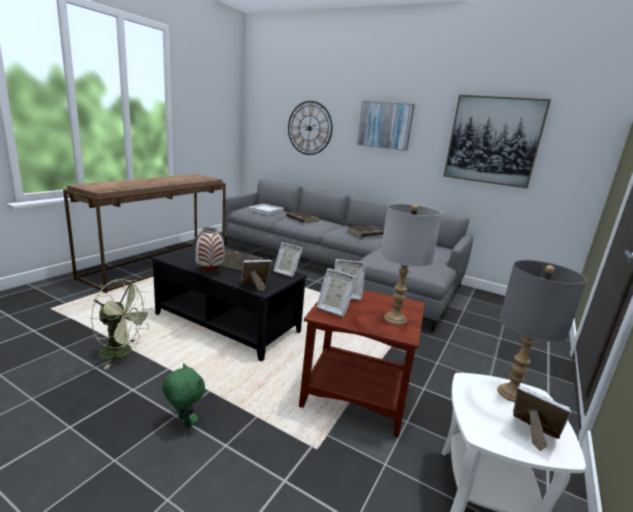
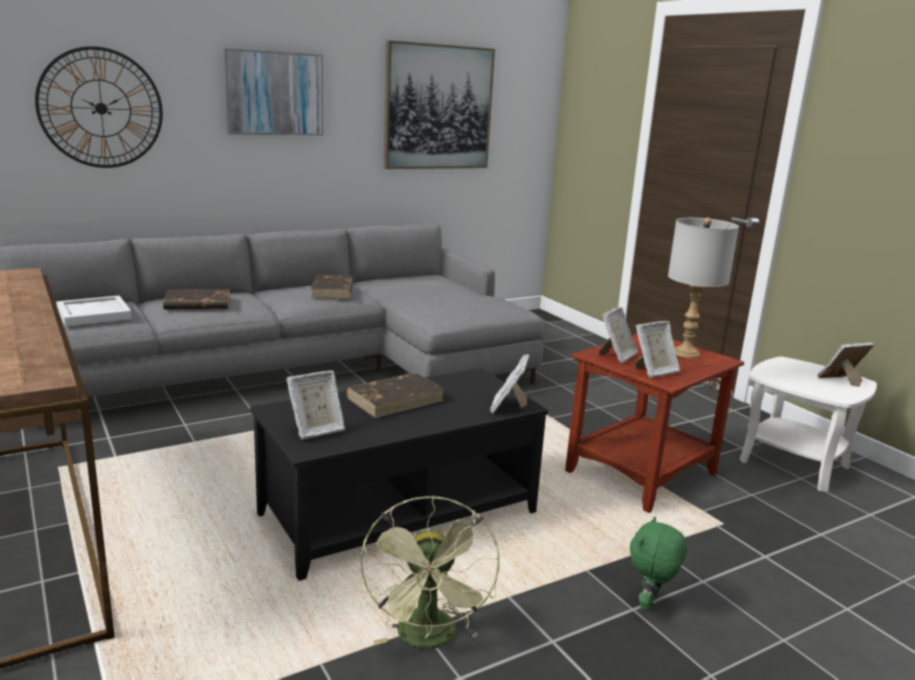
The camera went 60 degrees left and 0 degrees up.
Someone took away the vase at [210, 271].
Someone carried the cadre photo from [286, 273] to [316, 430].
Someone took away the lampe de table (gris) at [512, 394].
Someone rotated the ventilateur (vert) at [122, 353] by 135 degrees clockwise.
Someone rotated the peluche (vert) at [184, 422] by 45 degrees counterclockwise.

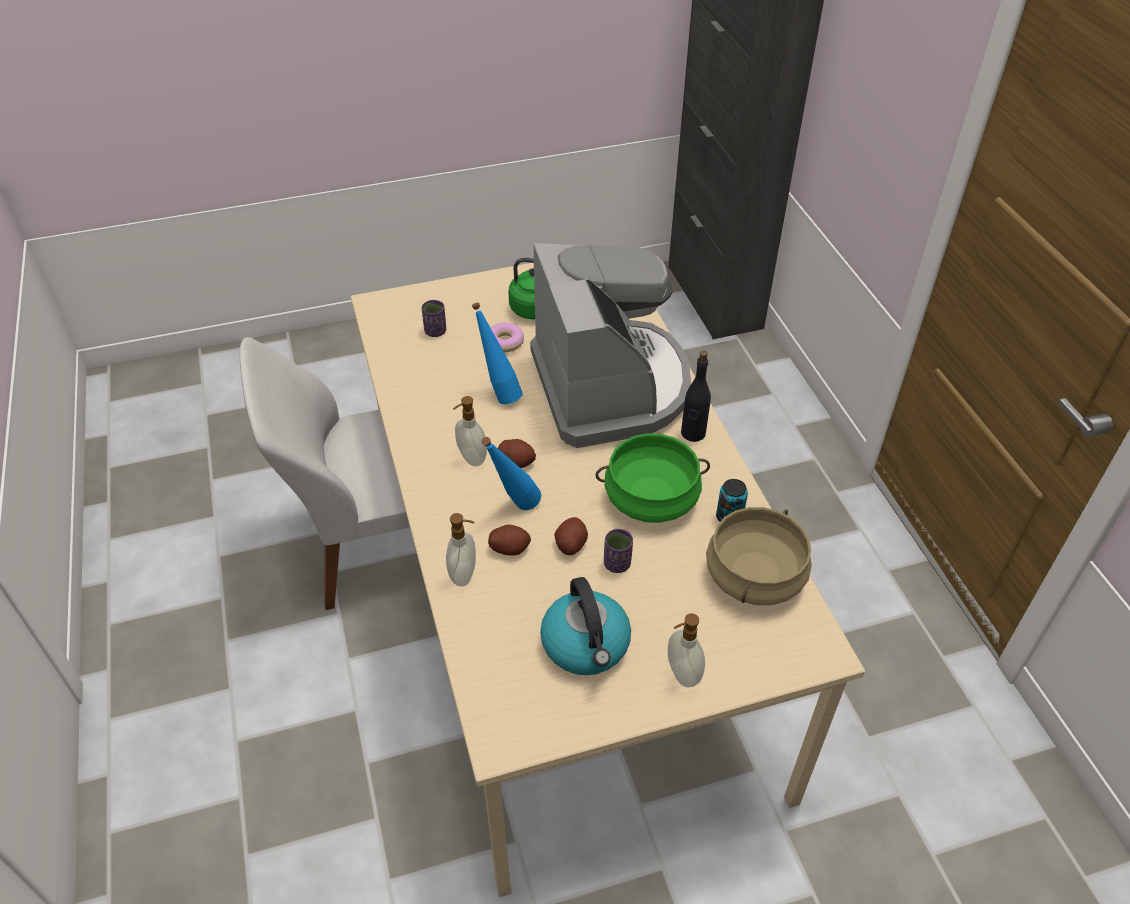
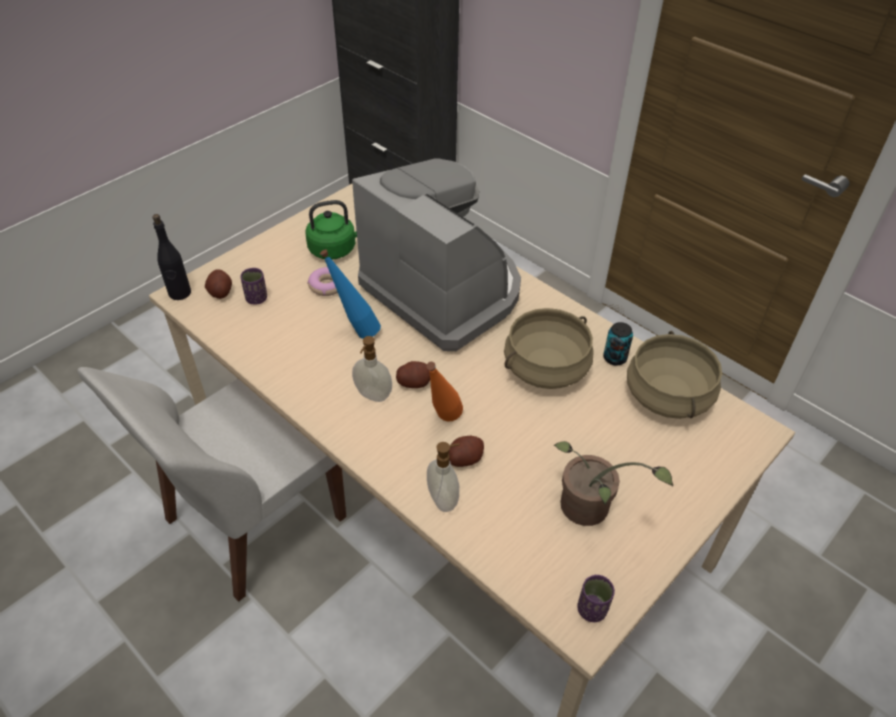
The camera went 30 degrees left and 0 degrees up.
Someone carried the bouteille (noir) from [693, 433] to [180, 293].
Someone repainted the marmite (vert) at [651, 498], which became the marmite (beige) at [546, 367].
Someone repainted the bouteille (bleu) at [514, 508], which became the bouteille (orange) at [442, 423].
Someone carried the pomme de terre from [570, 544] to [220, 292].
Someone carried the tasse (violet) from [617, 564] to [592, 609].
Someone swapped the bouilloire at [586, 645] for the plante en pot at [589, 511].
Someone took away the distributeur de savon at [681, 674].

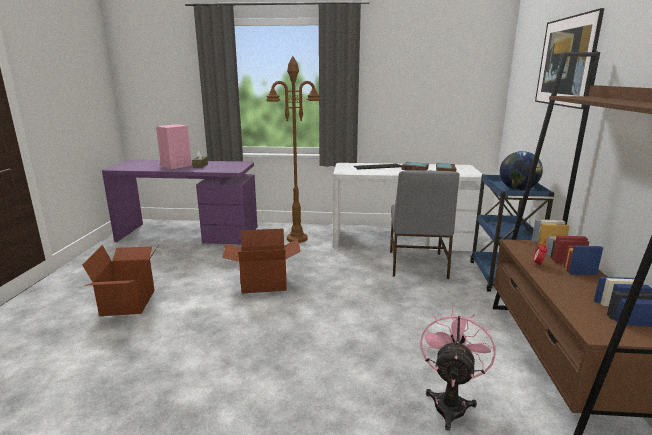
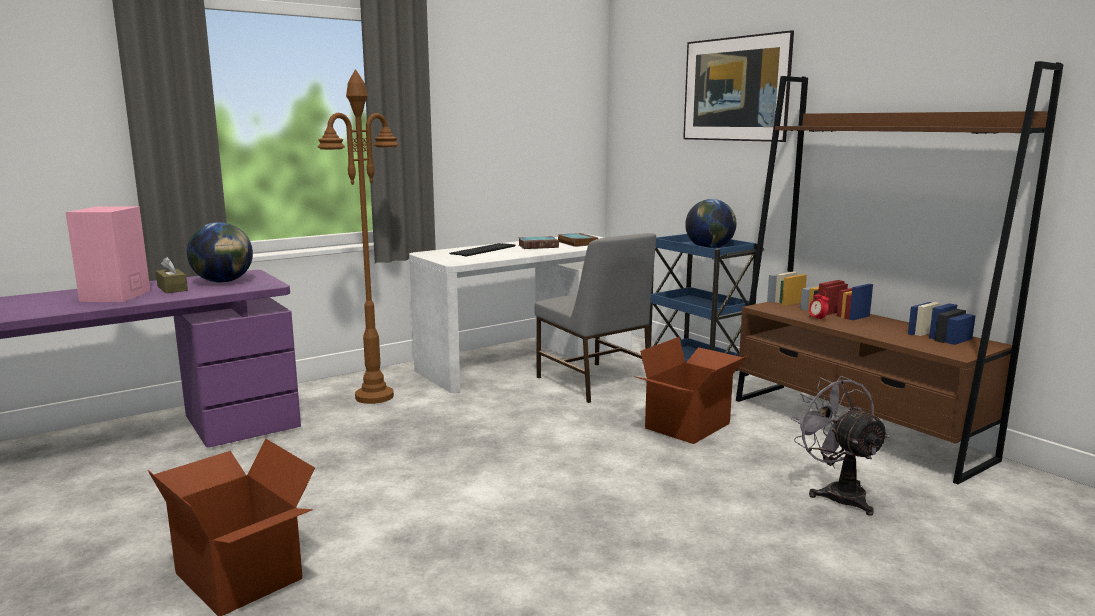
The camera went 40 degrees left and 5 degrees down.
Someone carried the carton from [264, 284] to [689, 426].
Someone repainted the ventilateur (rose) at [450, 402], which became the ventilateur (gris) at [837, 493].
Someone put down the globe at [223, 282].

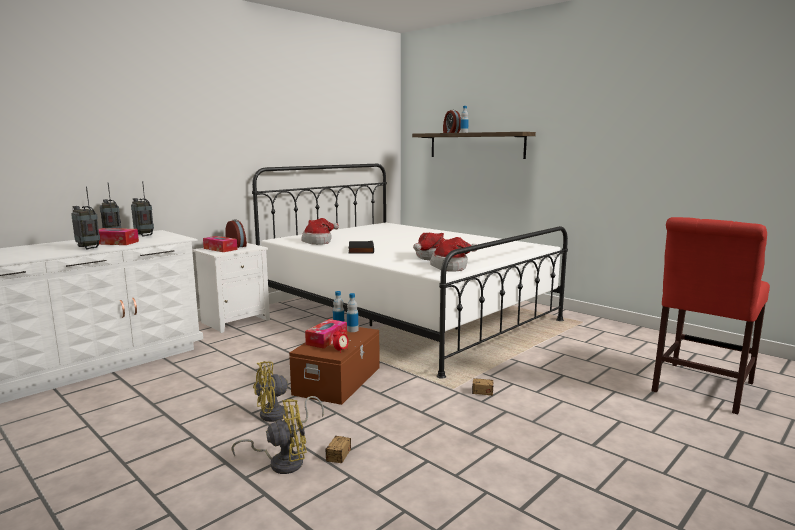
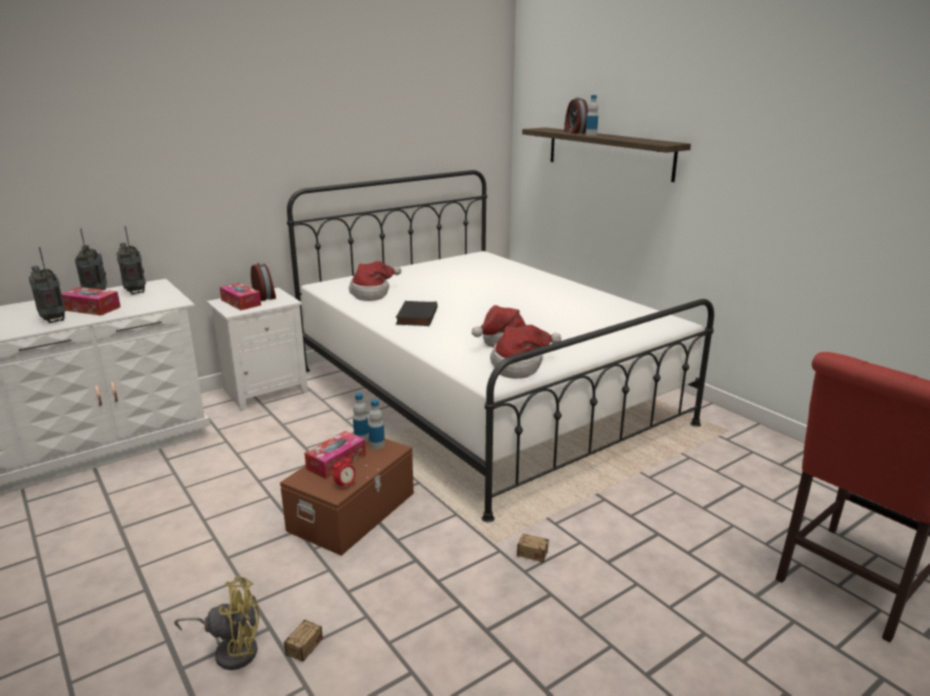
The camera went 10 degrees right and 10 degrees up.
Someone took away the ventilateur (jaune) at [279, 417].

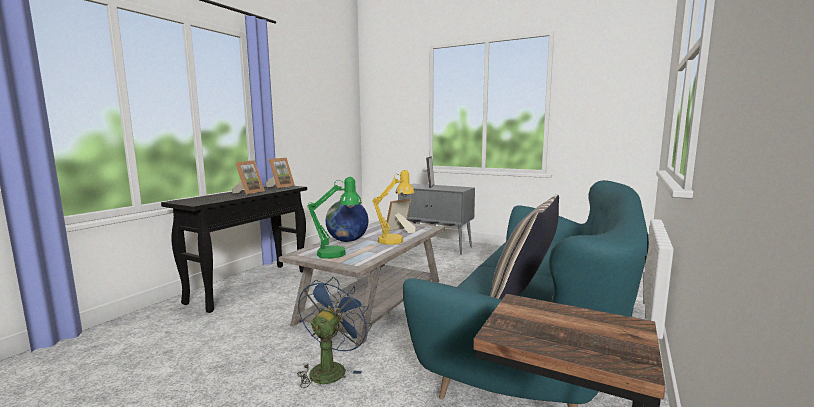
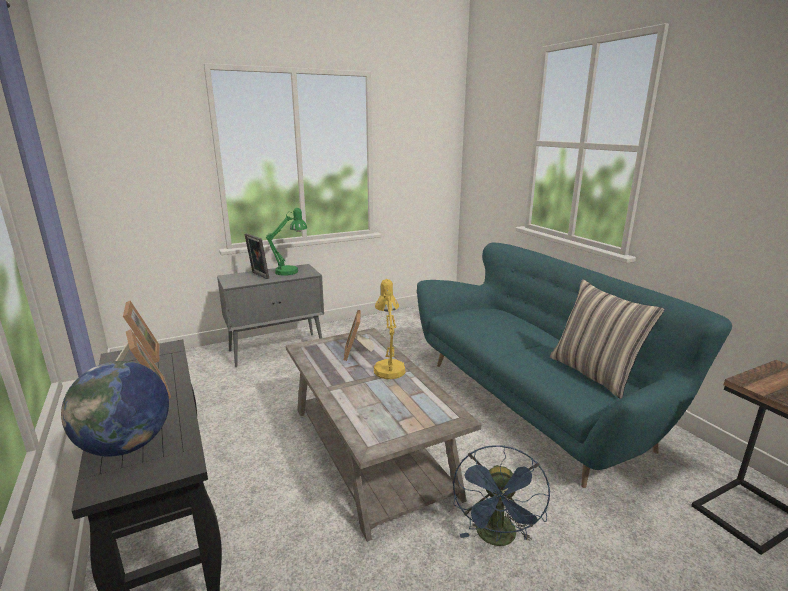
The camera went 55 degrees left and 10 degrees up.
Someone carried the lampe de table (vert) from [337, 254] to [291, 271].
Someone carried the globe from [347, 241] to [127, 446].
Someone rotated the ventilateur (bleu) at [330, 368] by 135 degrees counterclockwise.

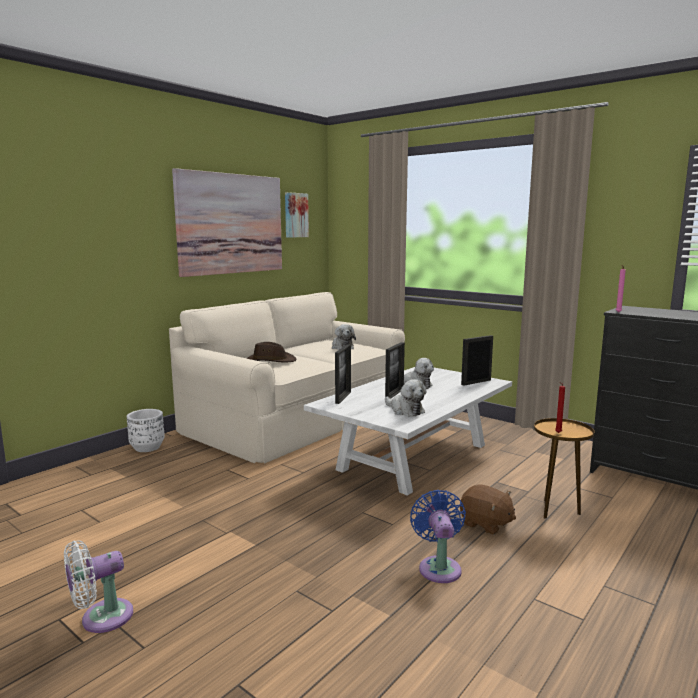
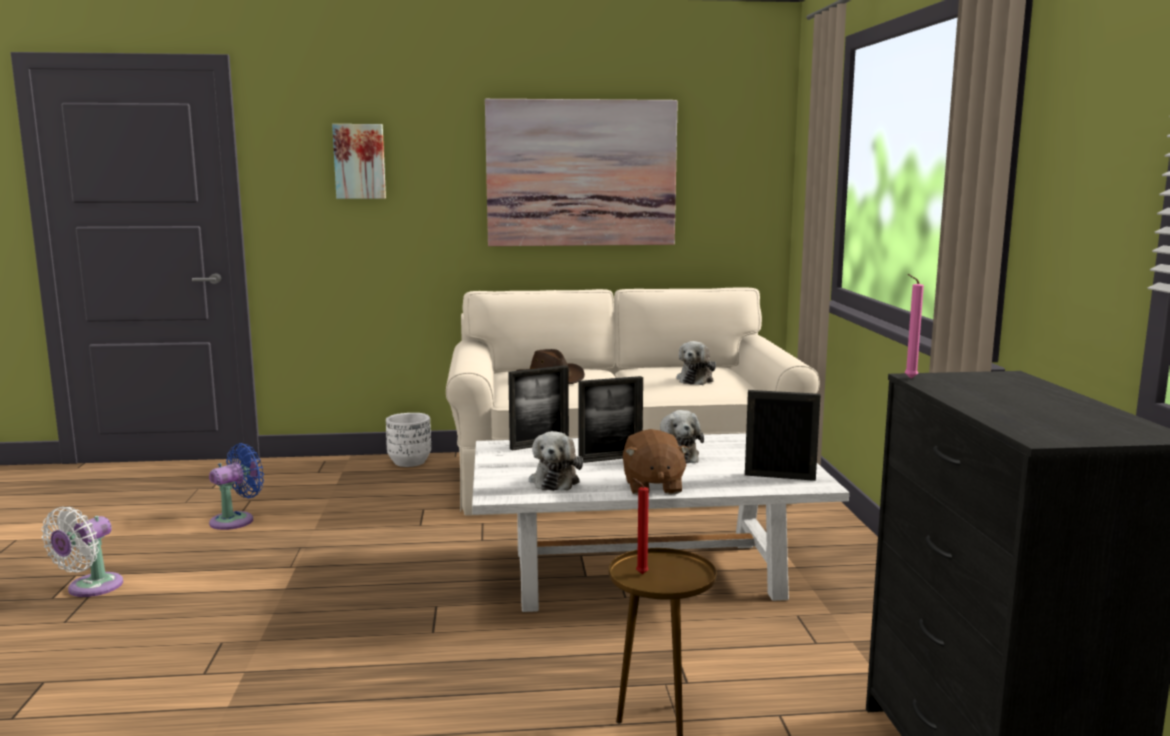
The camera went 45 degrees right and 0 degrees up.
Someone carried the tableau from [295, 215] to [359, 161].
Someone carried the peluche (marron) from [486, 524] to [652, 487].
Someone carried the ventilateur (bleu) from [439, 567] to [236, 520].
Someone rotated the ventilateur (blanc) at [101, 618] by 75 degrees counterclockwise.

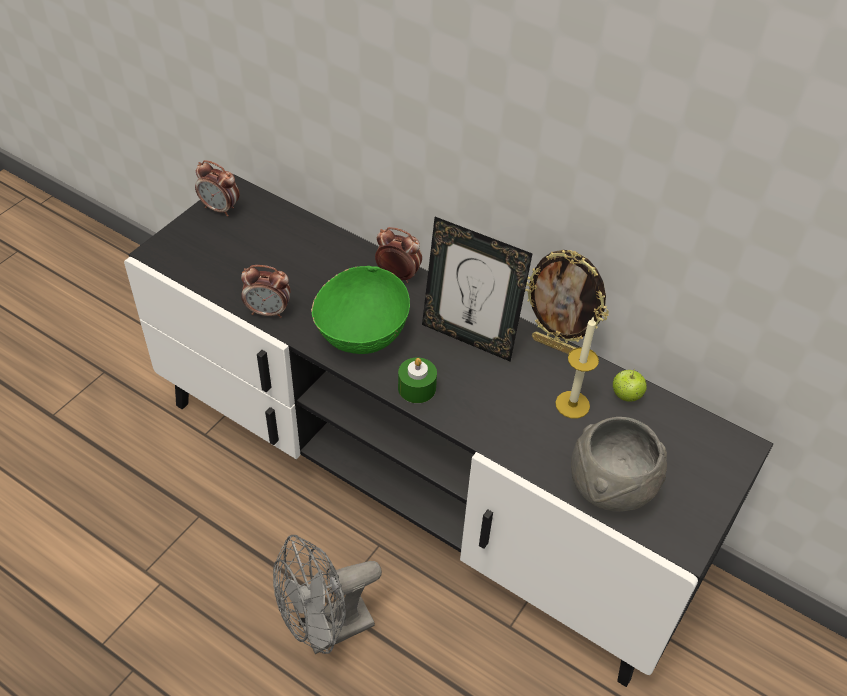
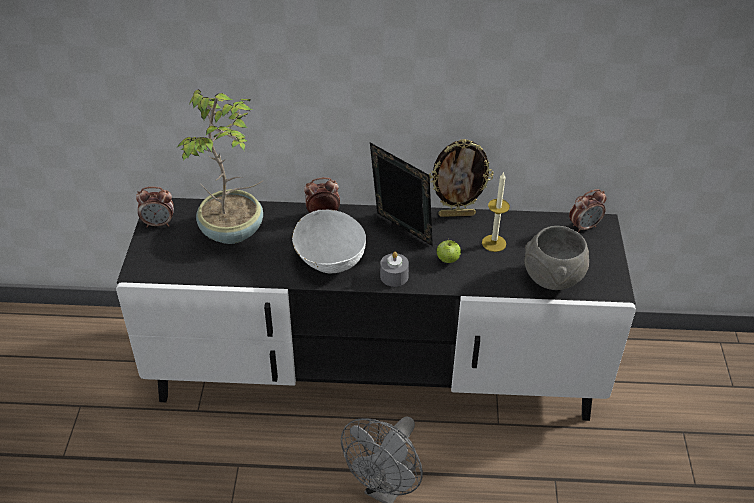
The camera went 30 degrees left and 5 degrees down.
Someone rotated the cadre photo at [469, 337] by 135 degrees counterclockwise.
Someone carried the réveil from [268, 311] to [584, 227].
Someone repainted the bol (vert) at [361, 331], which became the bol (blanc) at [329, 258].
Someone repainted the bougie (vert) at [417, 388], which became the bougie (gris) at [394, 276].
Someone carried the pomme from [626, 396] to [447, 260].
Someone put down the plante en pot at [233, 231].

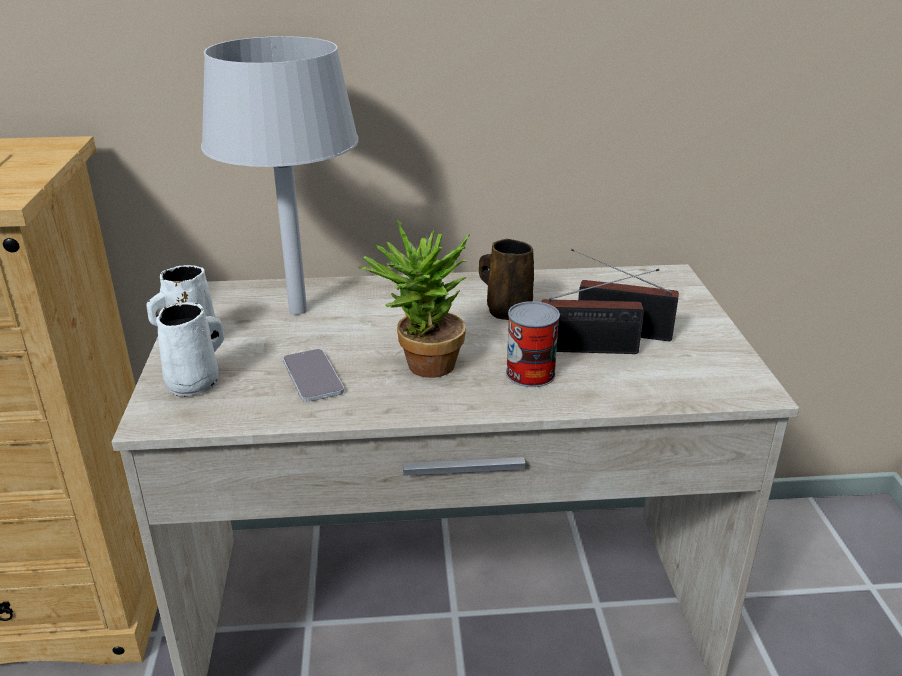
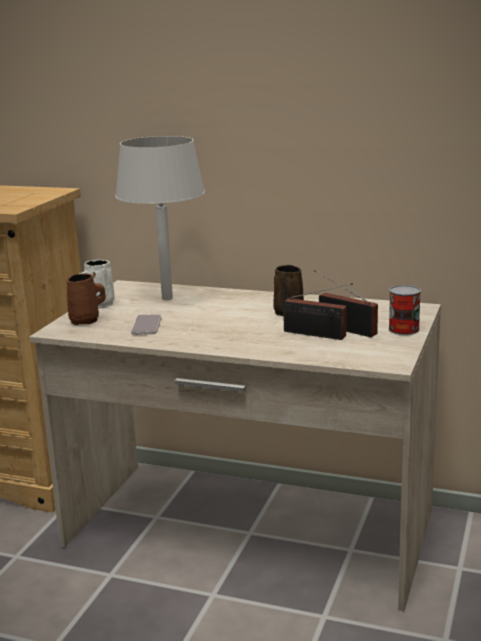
The camera went 25 degrees right and 10 degrees down.
Someone took away the plante en pot at [421, 367].
Someone carried the boîte métallique from [530, 373] to [404, 329].
Someone repainted the mug (blanc) at [196, 383], which became the mug (marron) at [86, 321].

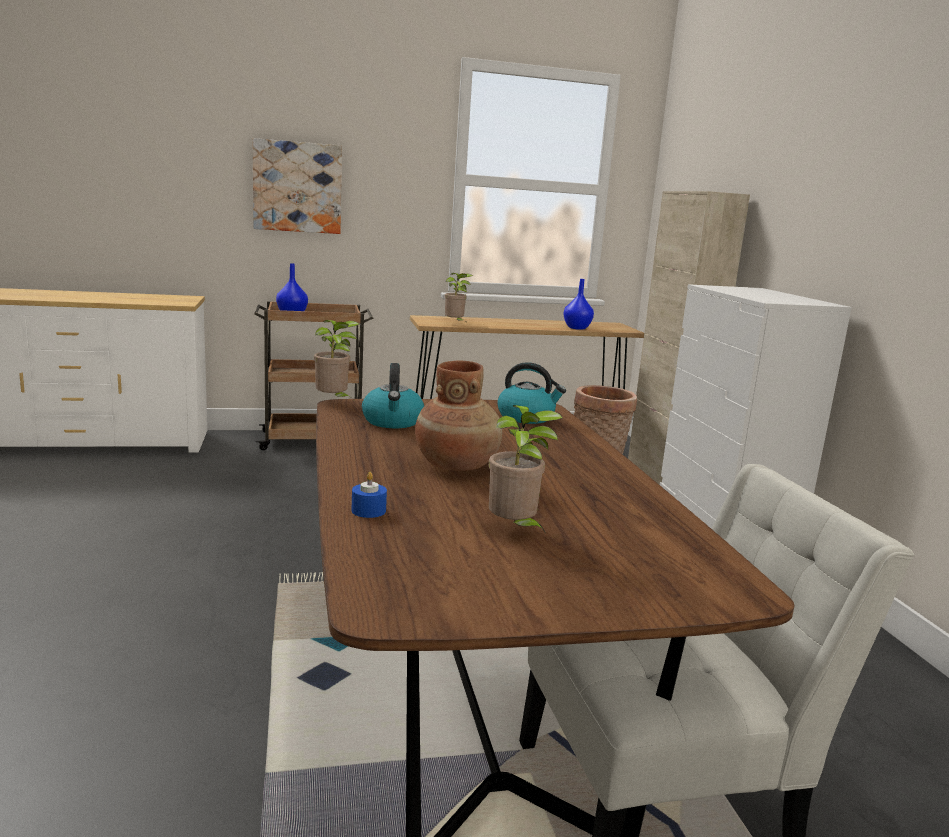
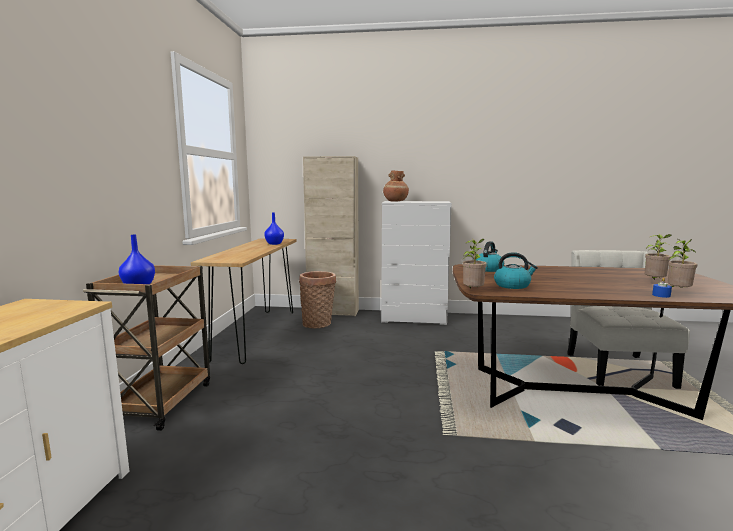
The camera went 70 degrees left and 5 degrees down.
Someone took away the tableau at [297, 187].
Someone carried the plante en pot from [455, 323] to [678, 292].
Someone carried the vase (marron) from [457, 465] to [395, 201].

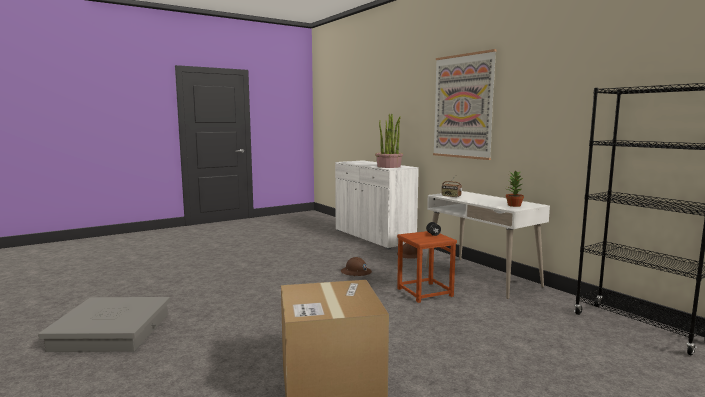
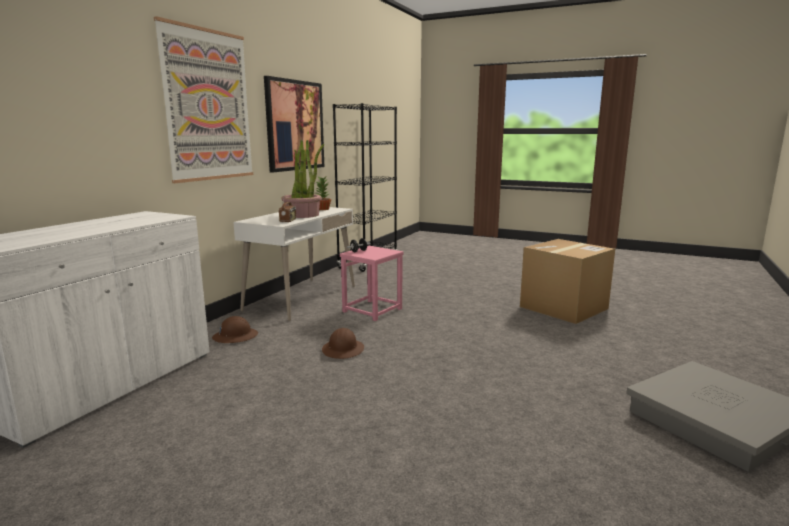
The camera went 120 degrees left and 5 degrees up.
Someone carried the plante en pot from [389, 166] to [303, 215].
Someone repainted the tabouret (marron) at [424, 292], which became the tabouret (rose) at [372, 310].
Someone put up the tableau at [295, 125].

